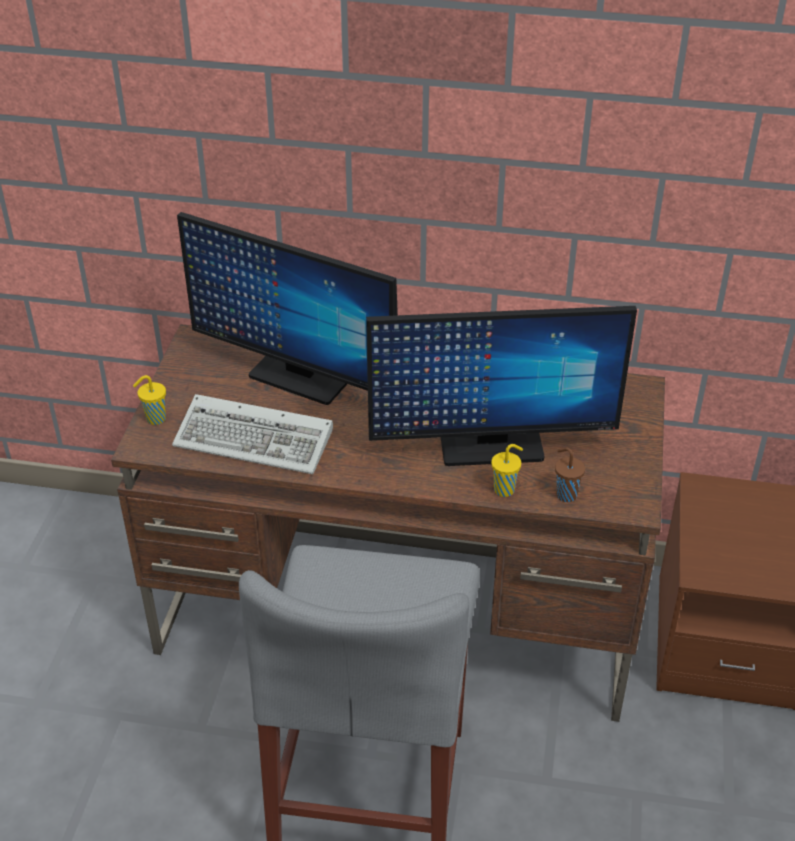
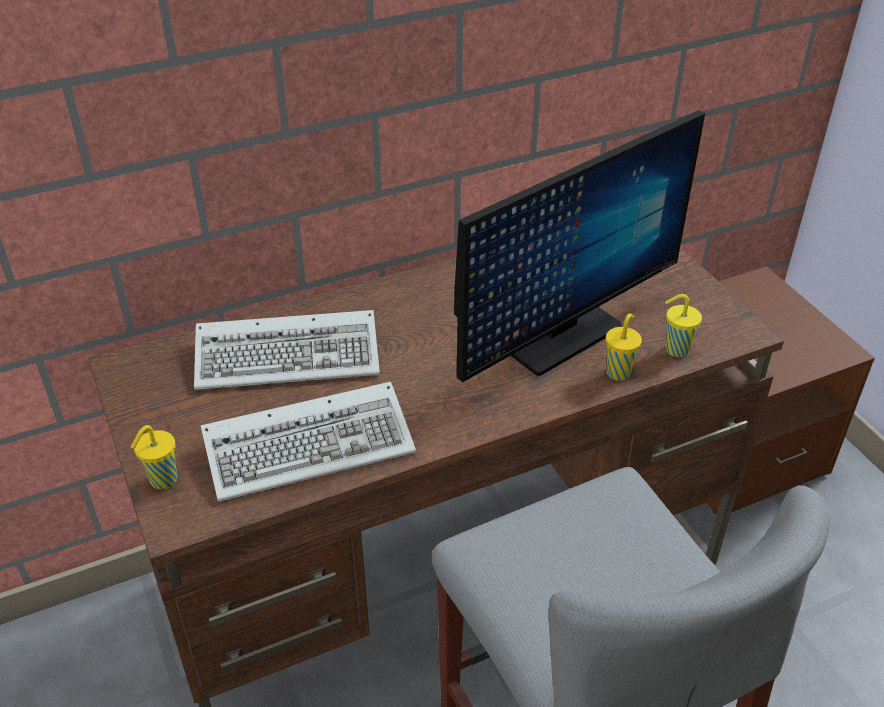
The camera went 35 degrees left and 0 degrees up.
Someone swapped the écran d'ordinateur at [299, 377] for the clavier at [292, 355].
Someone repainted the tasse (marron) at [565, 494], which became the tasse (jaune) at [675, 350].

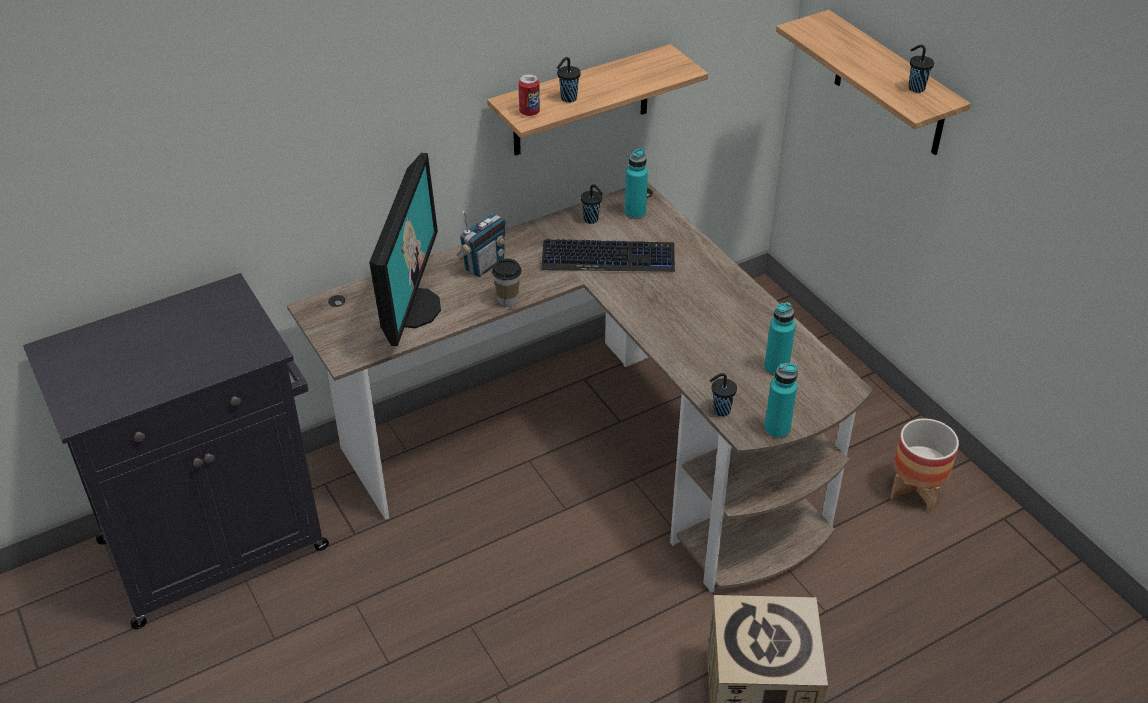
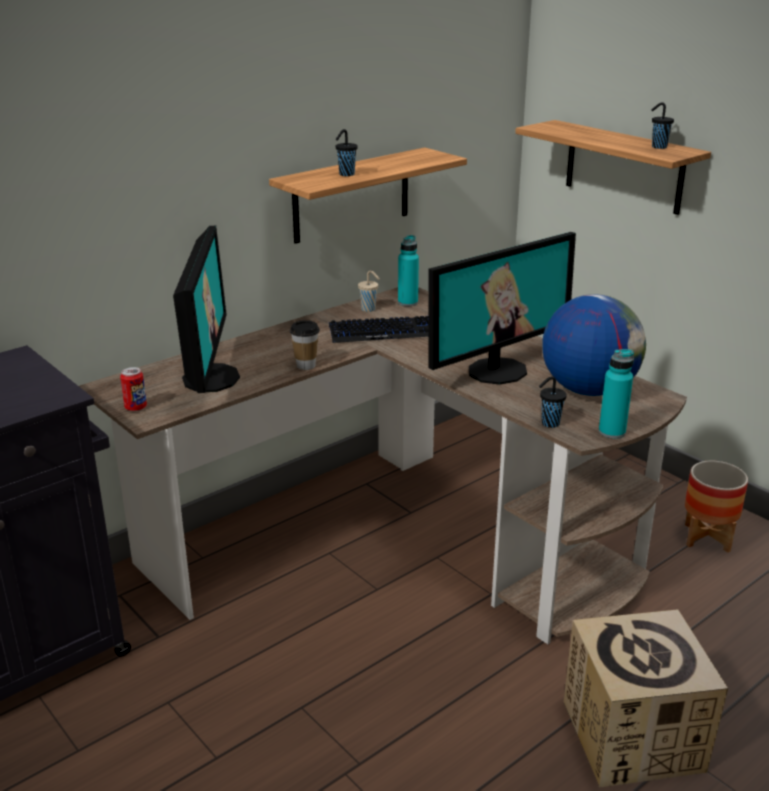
The camera went 10 degrees left and 15 degrees down.
Someone carried the boîte métallique from [529, 112] to [135, 408].
Someone repainted the tasse (noir) at [592, 220], which became the tasse (beige) at [369, 309].
Someone took away the radio at [484, 265].
Someone swapped the bouteille (turquoise) at [776, 368] for the globe at [588, 390].
Someone put down the écran d'ordinateur at [496, 370].

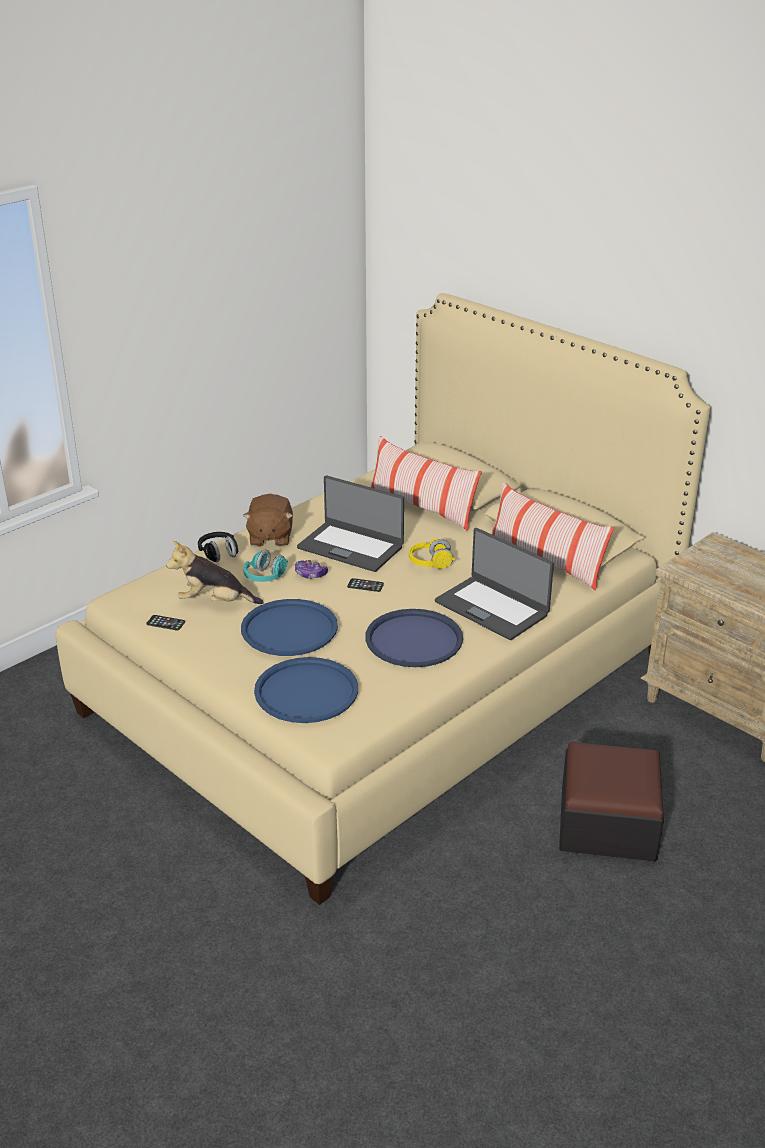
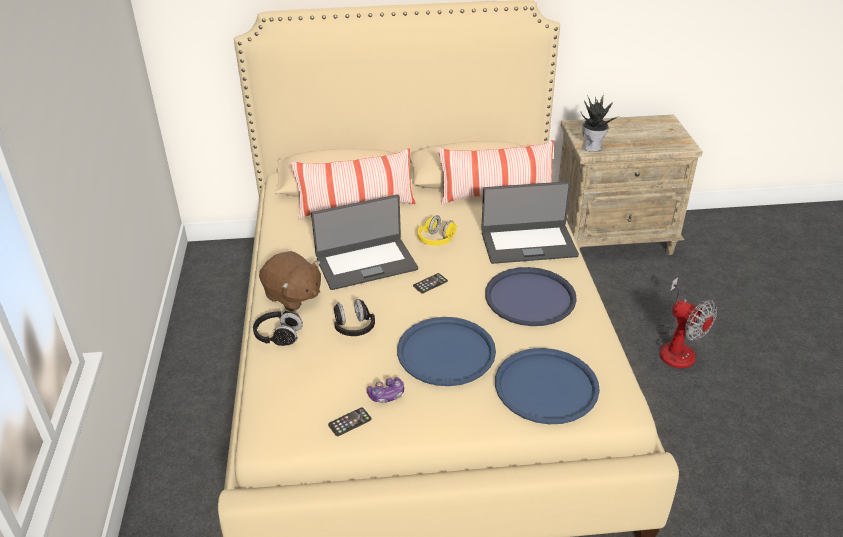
The camera went 50 degrees left and 5 degrees up.
Someone took away the peluche at [214, 602].
Someone repainted the casque audio (turquoise) at [265, 577], which became the casque audio (noir) at [354, 327].
Someone carried the manette from [310, 574] to [386, 395].
Someone swapped the pouf at [607, 823] for the ventilateur at [676, 347].
Someone put down the plante en pot at [592, 147].

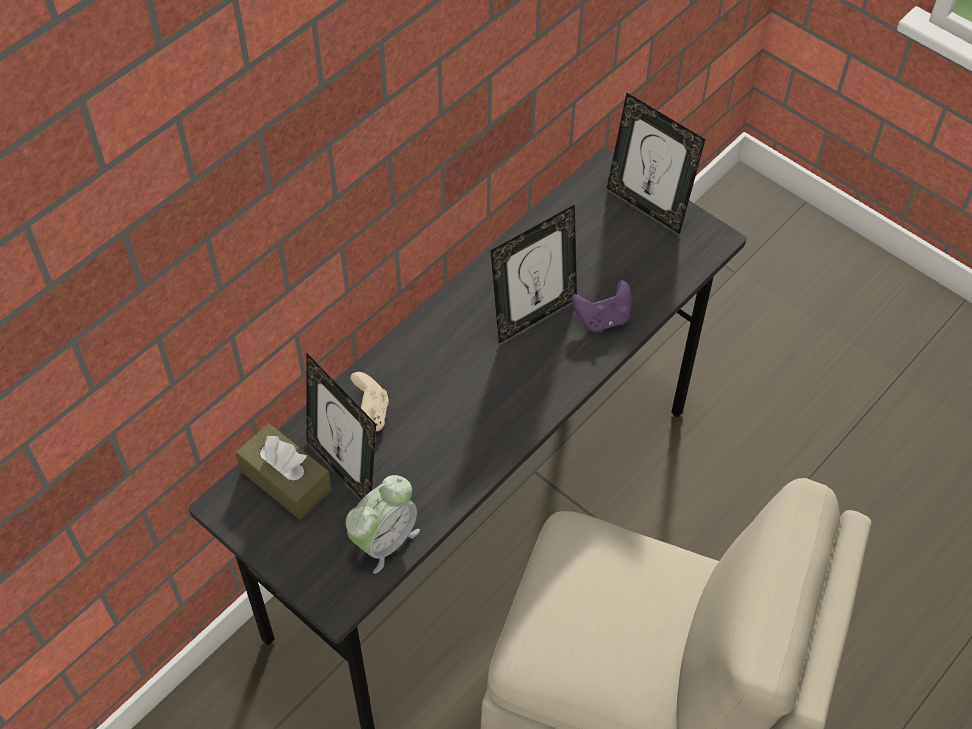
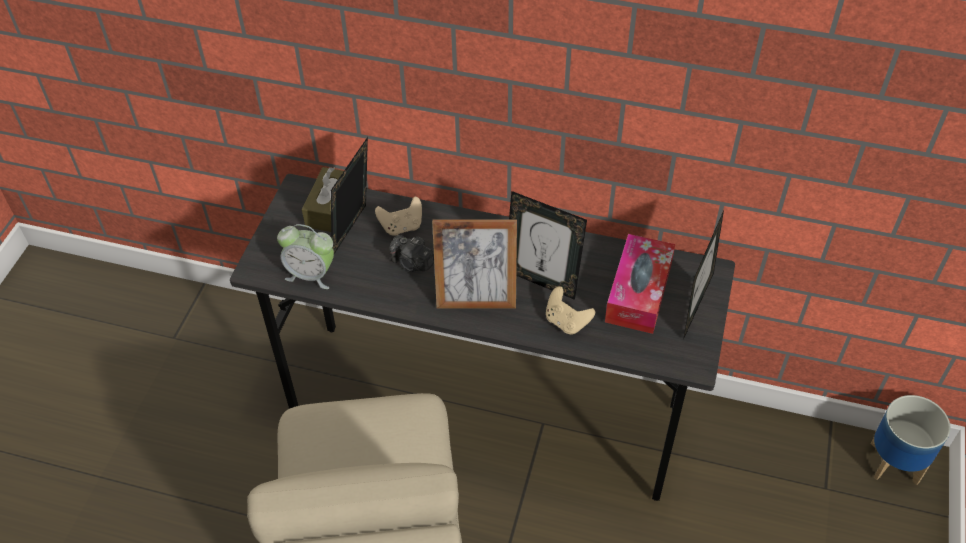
The camera went 65 degrees right and 5 degrees down.
Someone repainted the manette (violet) at [603, 318], which became the manette (beige) at [566, 322].
Someone put down the cadre photo at [476, 299].
Someone put down the boîte à mouchoirs at [638, 292].
Someone put down the appareil photo at [412, 263].
Someone put down the cache-pot at [895, 463].

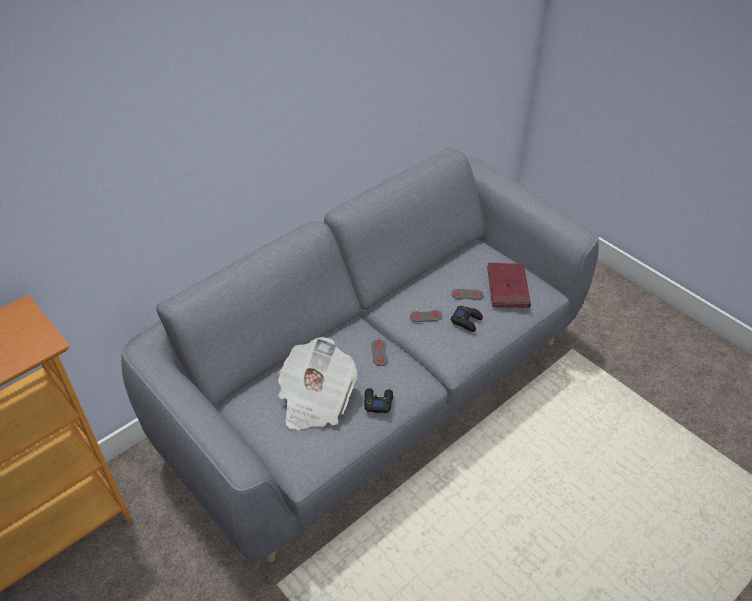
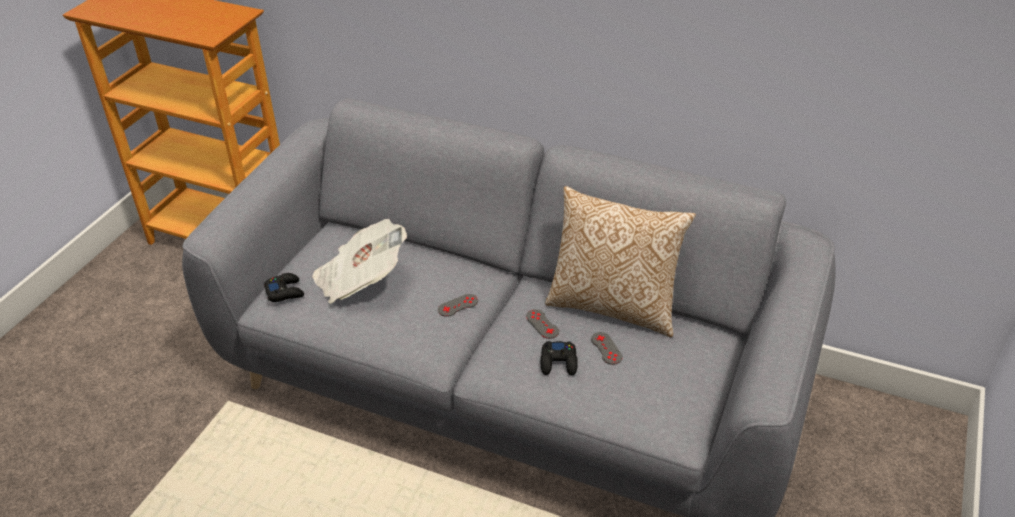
The camera went 65 degrees right and 5 degrees down.
Someone took away the livre (rouge) at [507, 287].
Someone carried the manette (noir) from [378, 402] to [285, 291].
Someone put down the coussin at [613, 306].

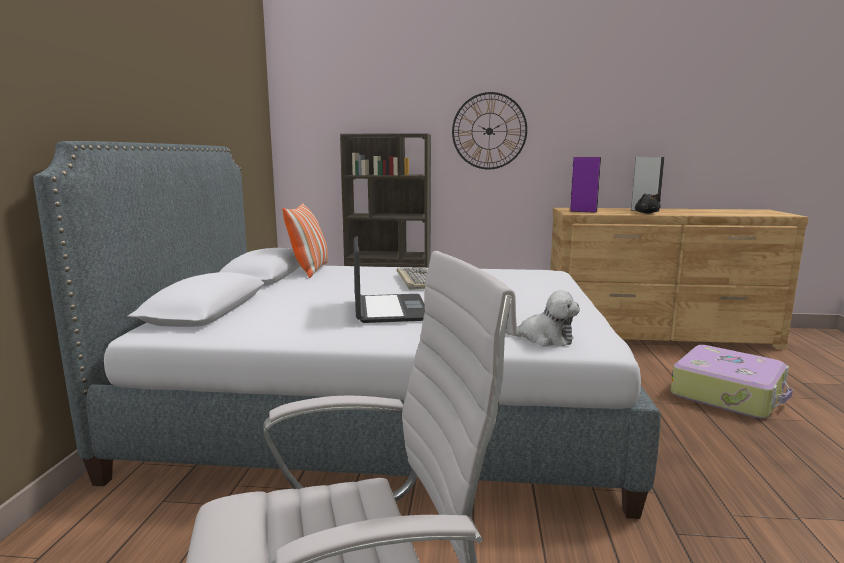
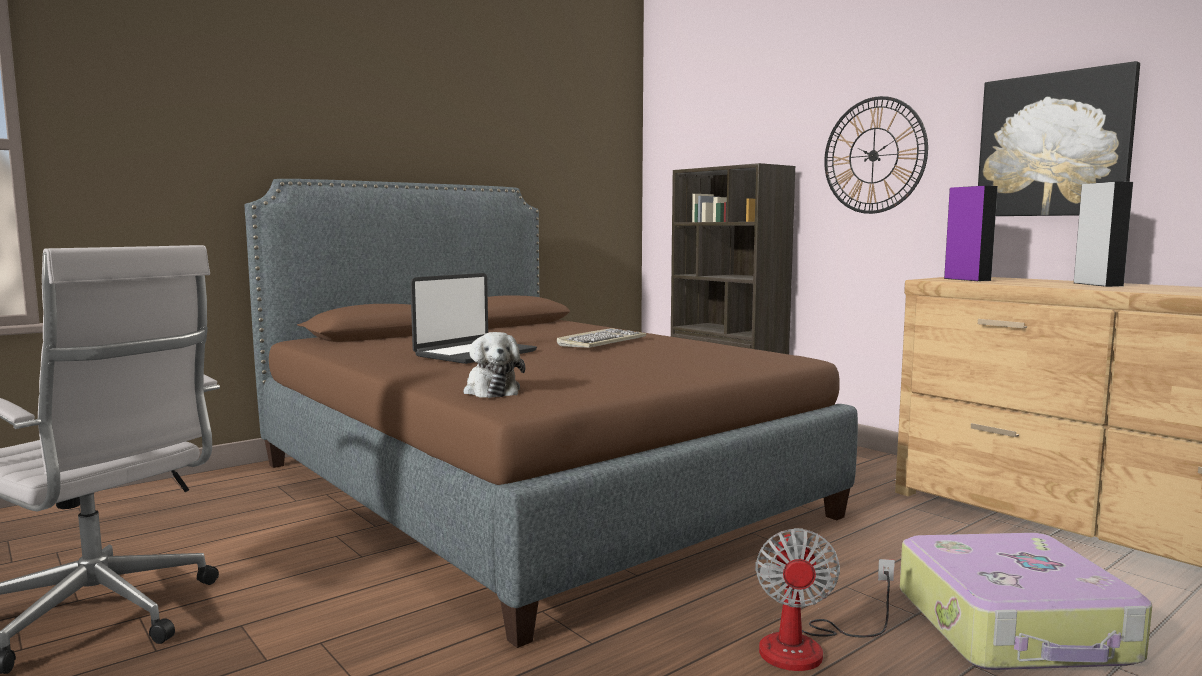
The camera went 45 degrees right and 5 degrees down.
Someone repainted the lit (gris) at [382, 411], which became the lit (marron) at [525, 488].
Someone took away the peluche (noir) at [646, 213].
Someone took away the coussin at [310, 270].
Someone put up the tableau at [1054, 145].
Someone put down the ventilateur at [808, 647].

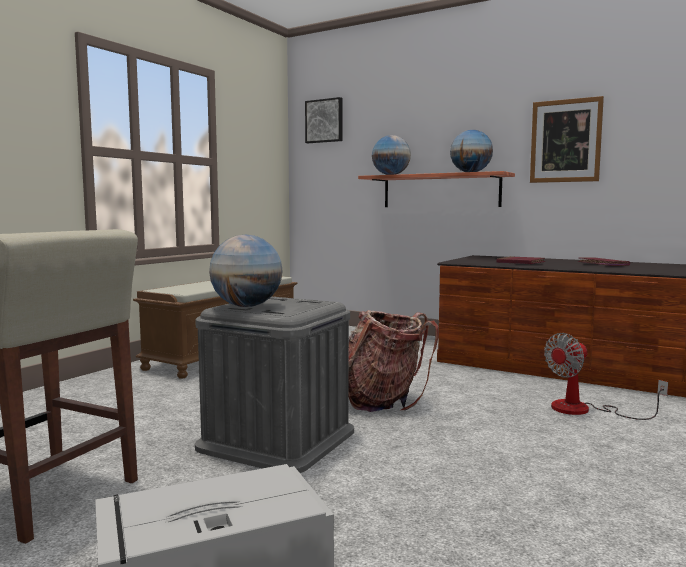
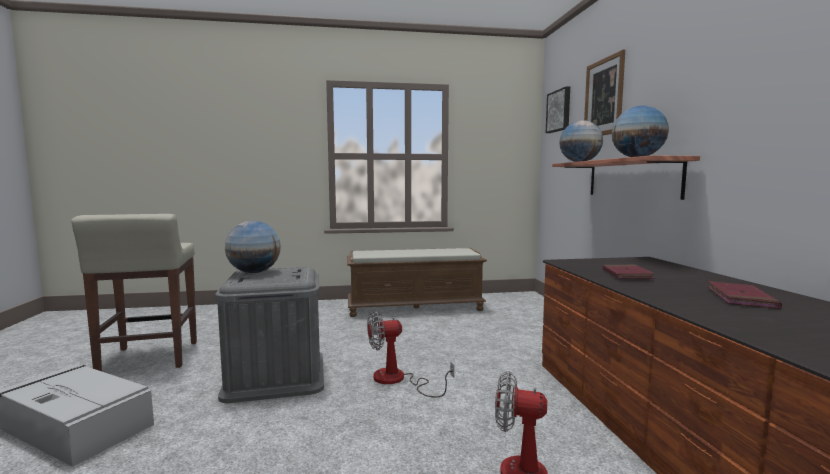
The camera went 50 degrees right and 0 degrees up.
Someone carried the tableau from [565, 141] to [604, 97].
Someone swapped the sac à dos at [383, 401] for the ventilateur at [398, 380].

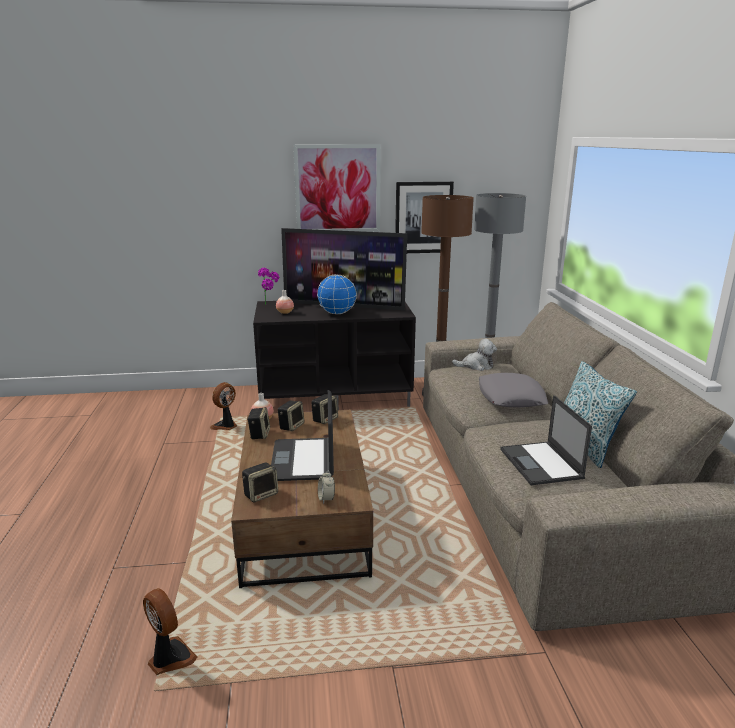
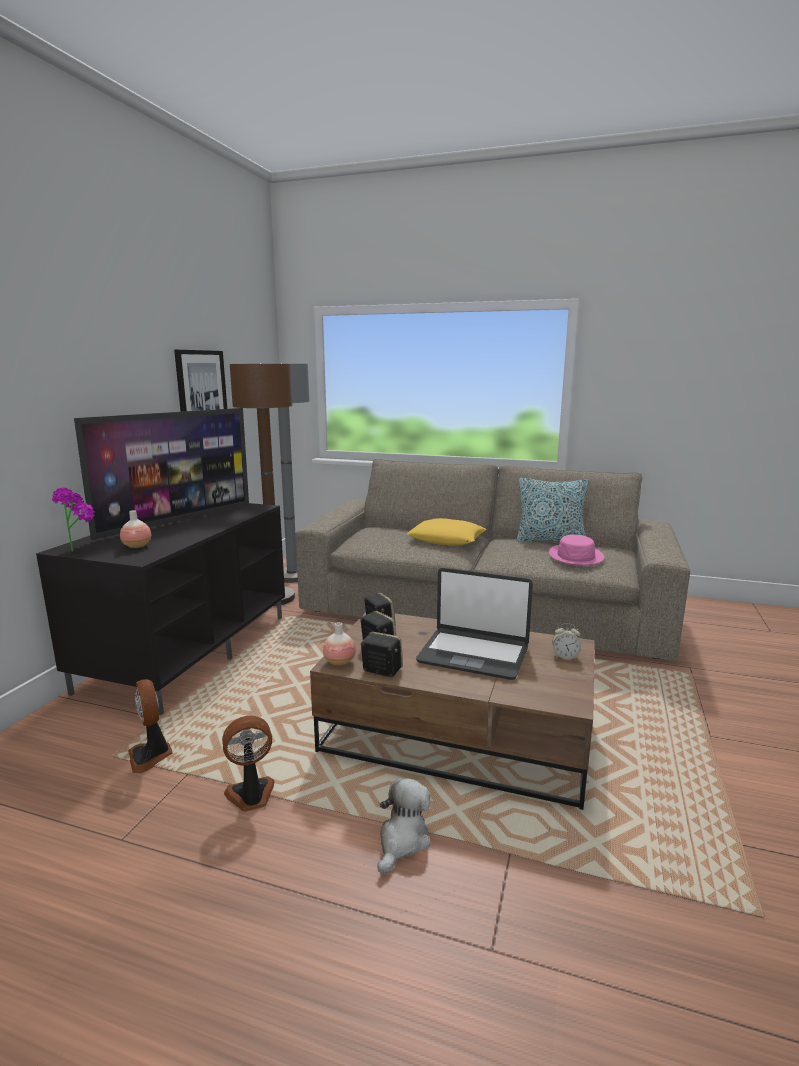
The camera went 65 degrees left and 5 degrees down.
Someone took away the tableau at [337, 189].
Someone took away the globe at [337, 313].
Someone carried the peluche from [476, 366] to [402, 840].
Someone repainted the coussin (gris) at [511, 397], which became the coussin (jaune) at [446, 539].
Someone swapped the ordinateur portable at [541, 464] for the chapeau (rose) at [576, 556].
Someone took away the enceinte at [261, 494].
Someone carried the ventilateur from [170, 658] to [251, 796].

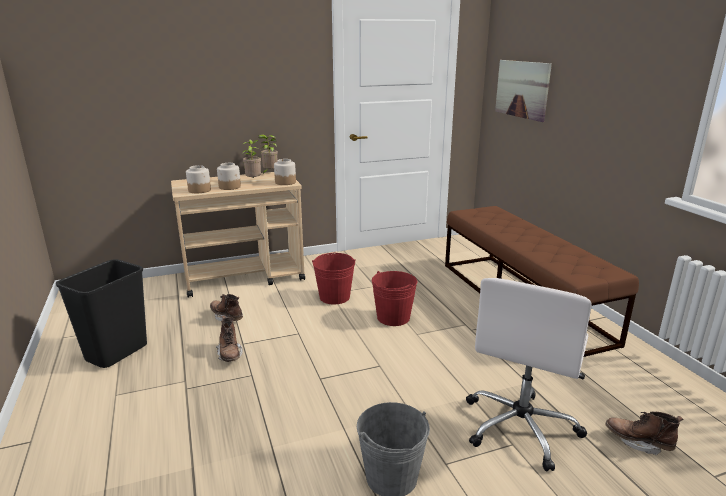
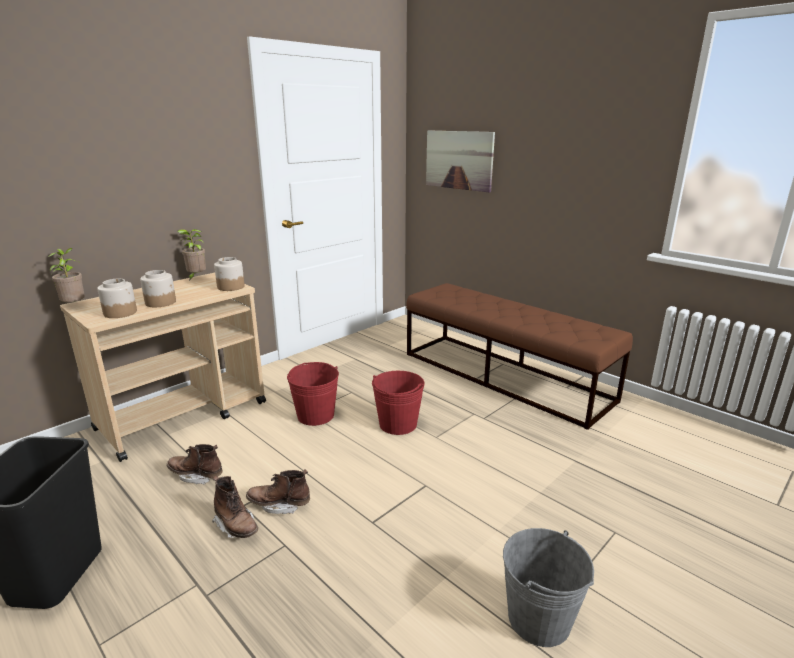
The camera went 25 degrees left and 0 degrees up.
Someone carried the plante en pot from [253, 181] to [74, 306].
Someone took away the chaise de bureau (blanc) at [521, 427].
Someone carried the botte (marron) from [638, 442] to [279, 505].

